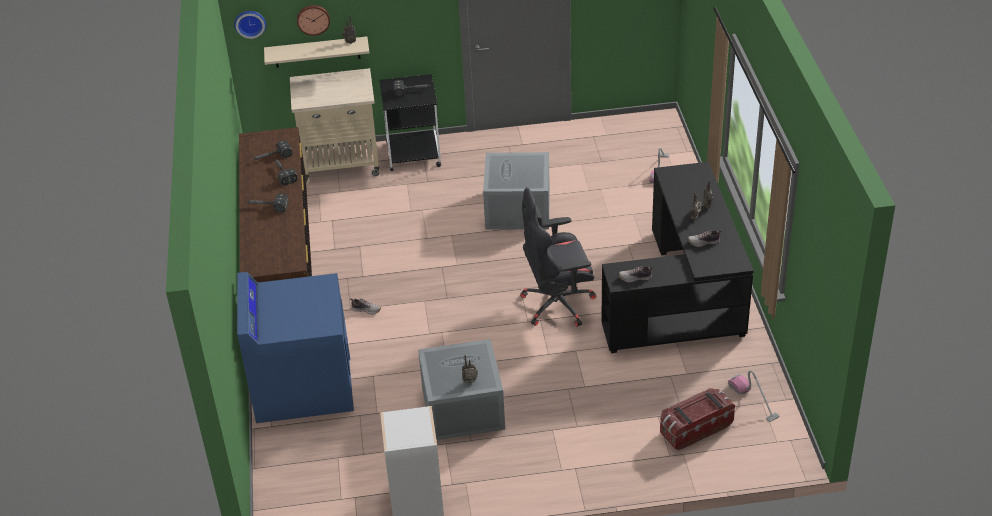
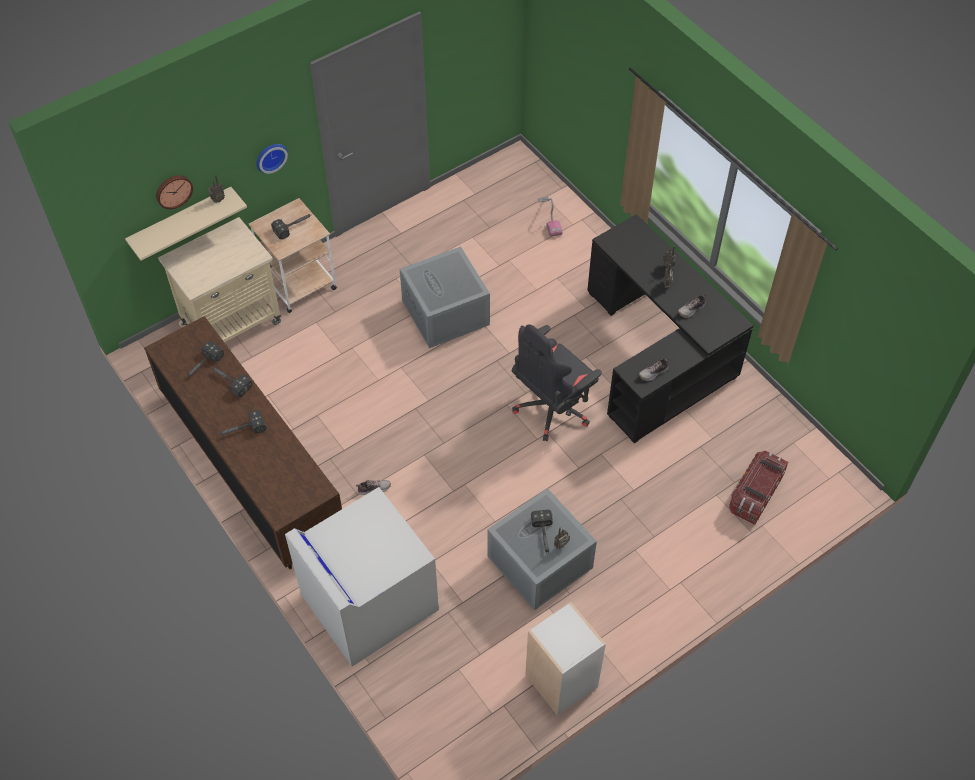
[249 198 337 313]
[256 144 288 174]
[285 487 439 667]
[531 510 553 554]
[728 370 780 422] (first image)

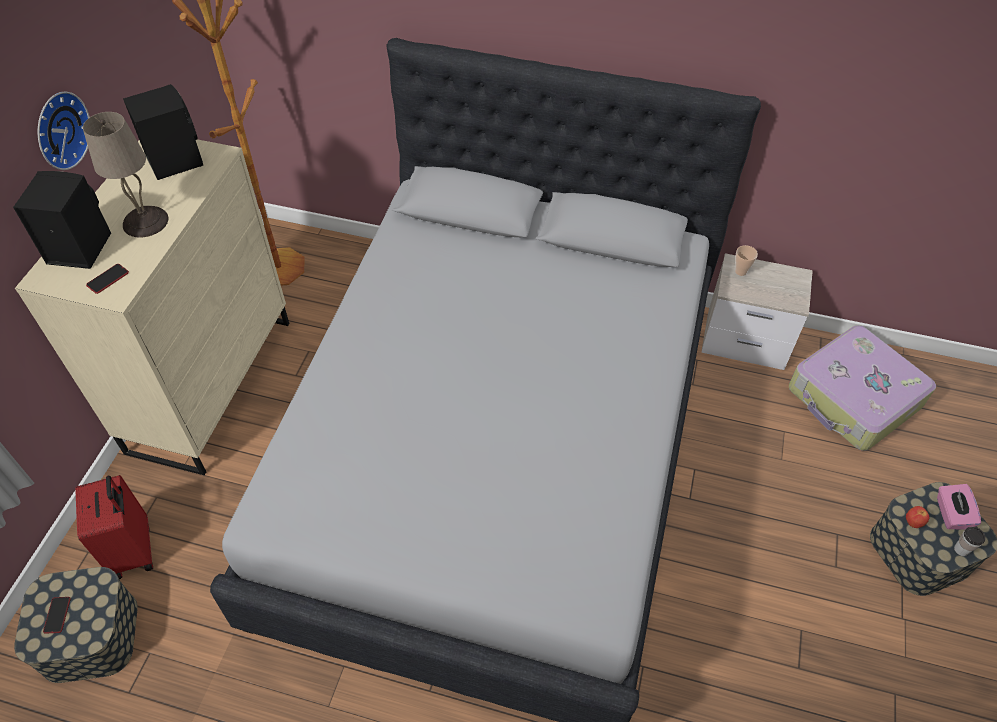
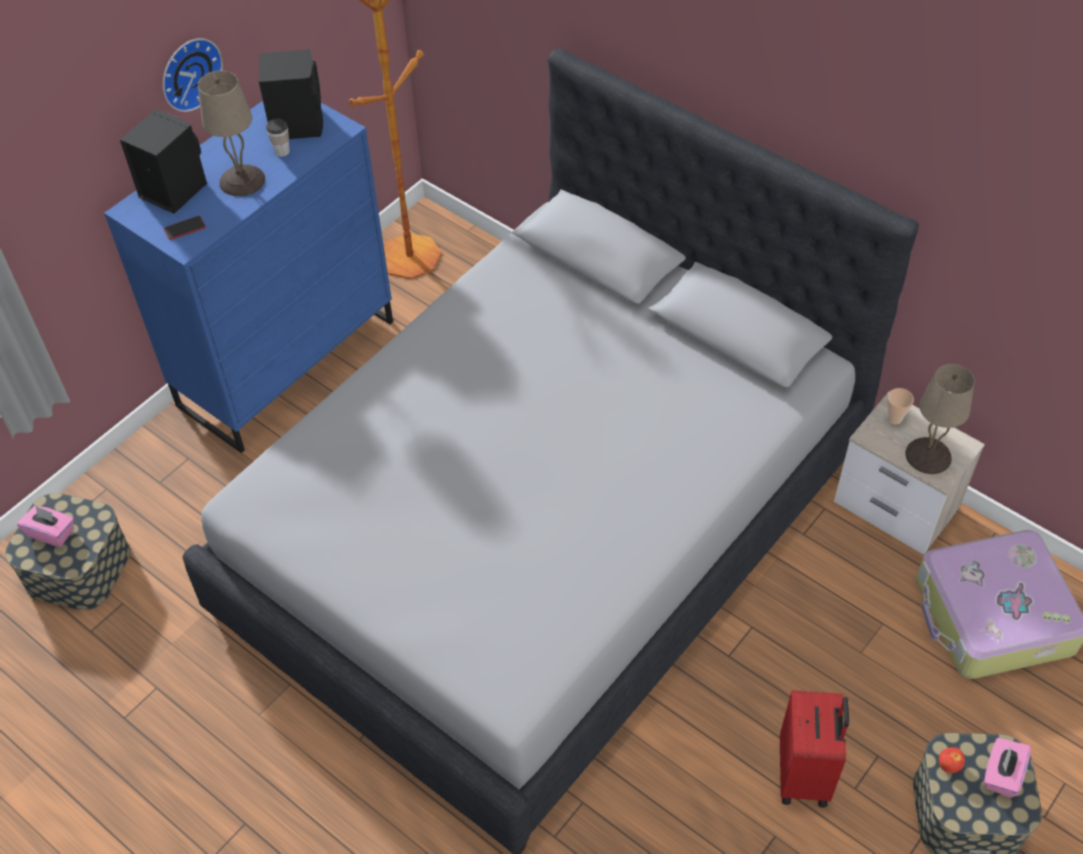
[17 506 74 547]
[104 101 393 453]
[266 119 290 157]
[780 690 849 808]
[905 364 975 474]

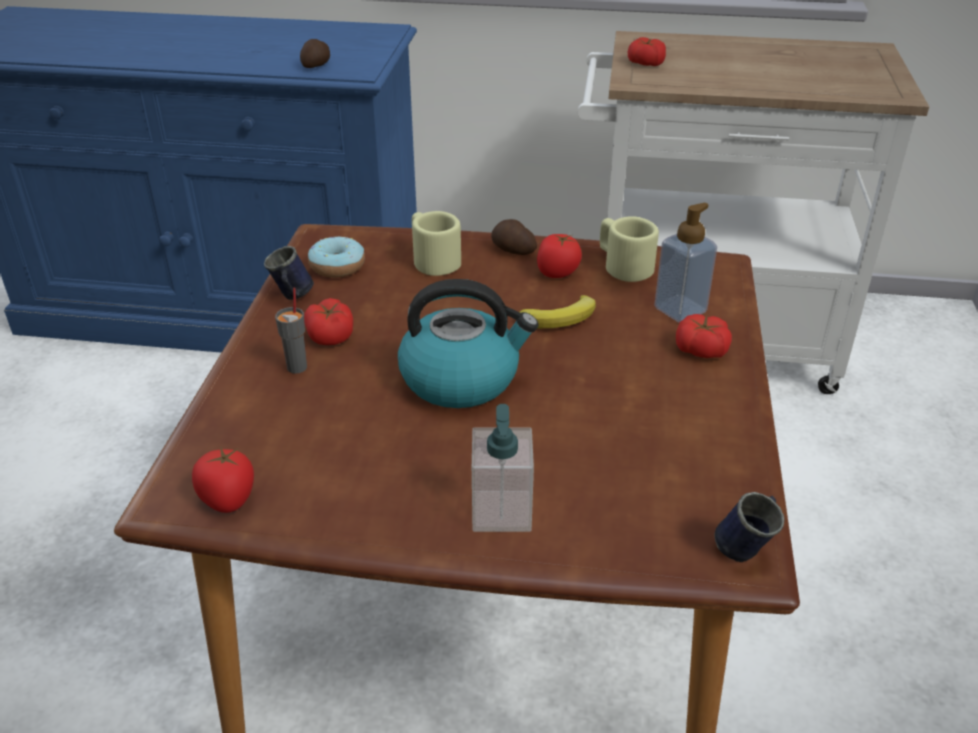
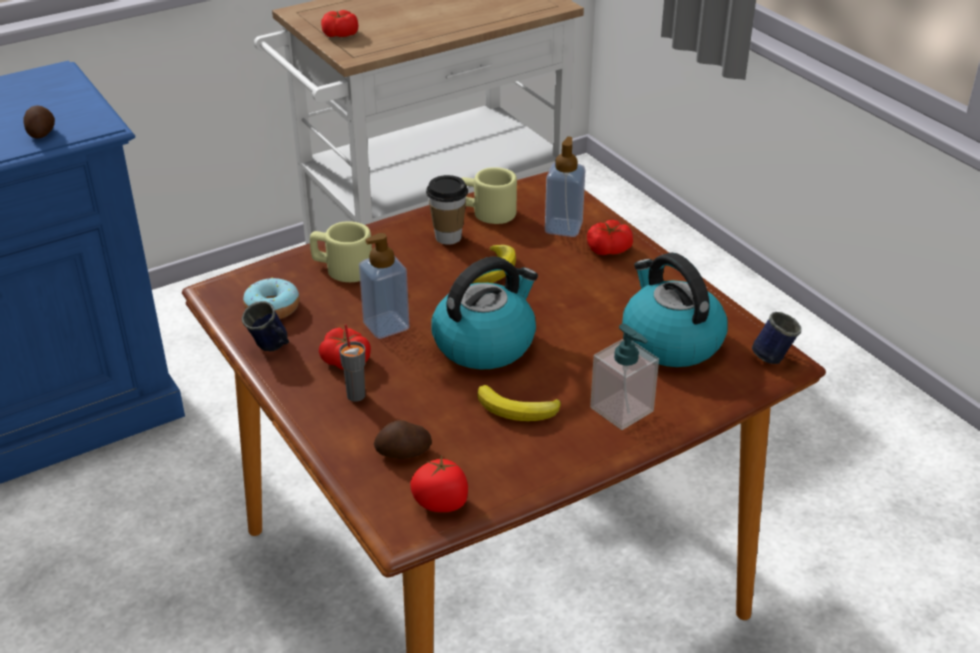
[359 233 410 339]
[374 420 432 459]
[426 175 468 245]
[478 385 561 421]
[622 253 728 367]

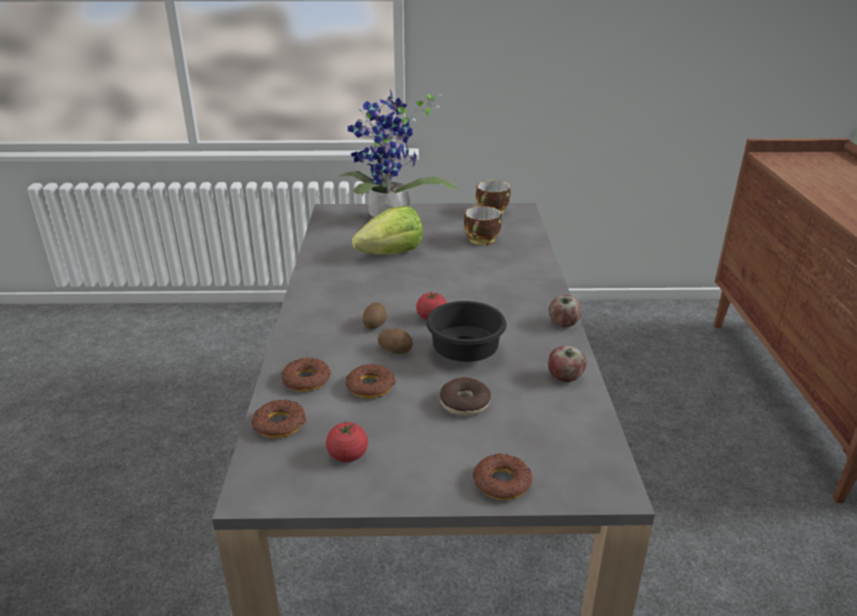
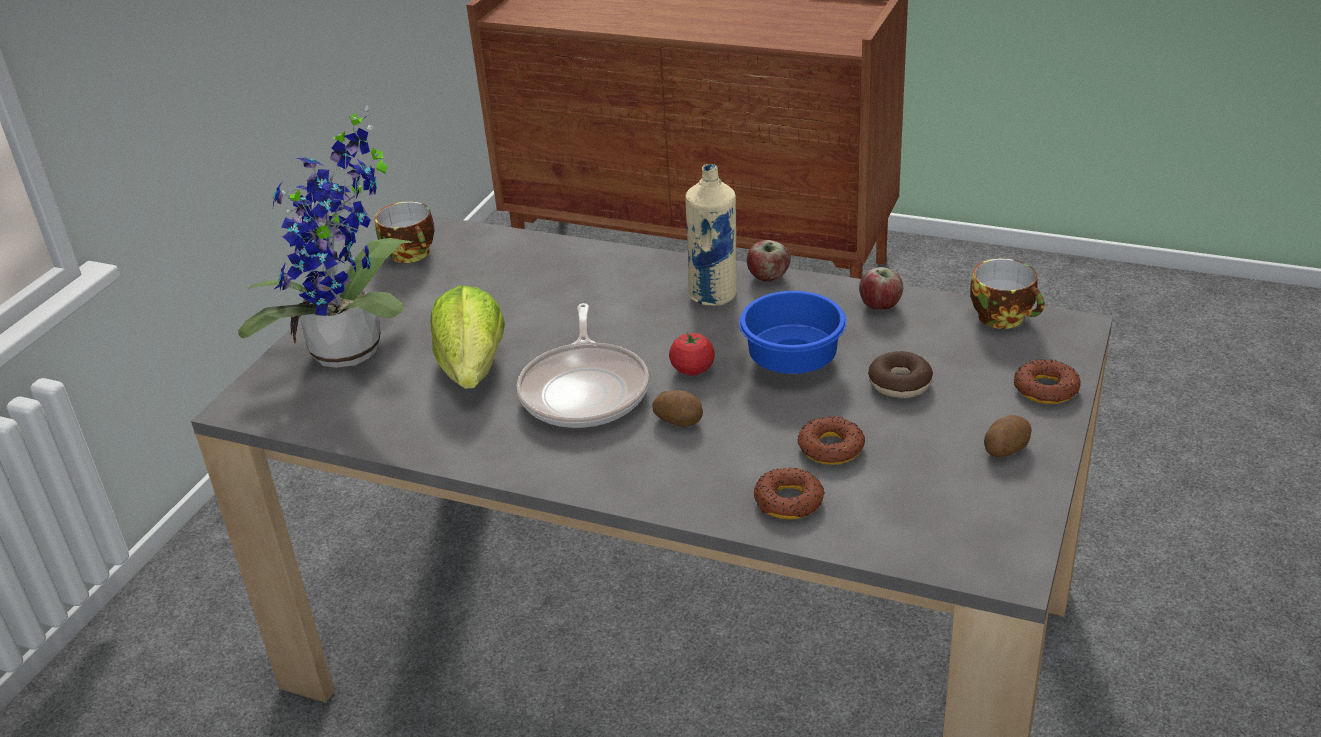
[517 303 649 428]
[685 164 737 306]
[739 291 847 374]
[970 258 1044 329]
[984 415 1031 457]
[252 399 306 438] (first image)
[326 420 368 462] (first image)

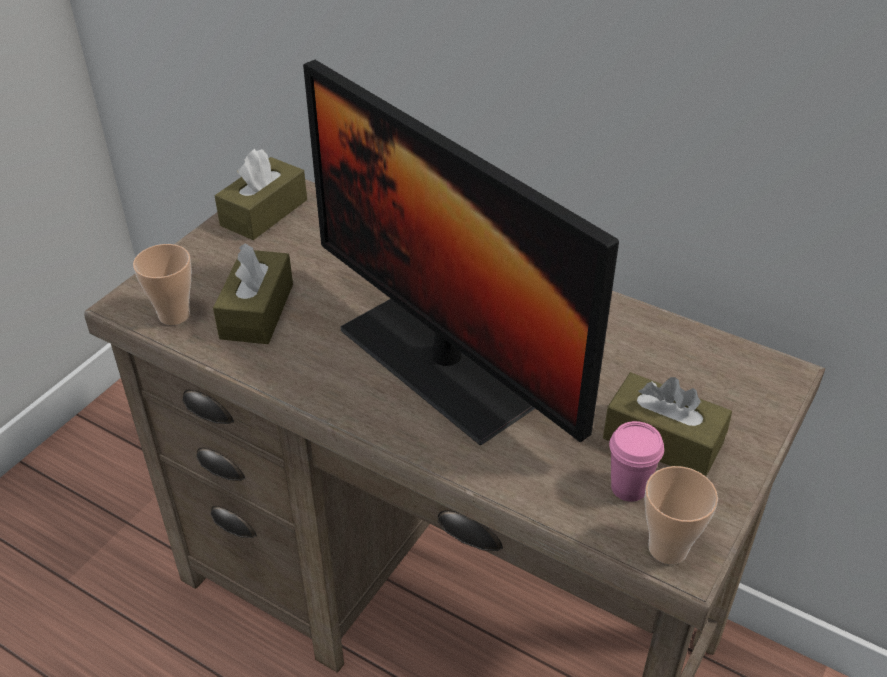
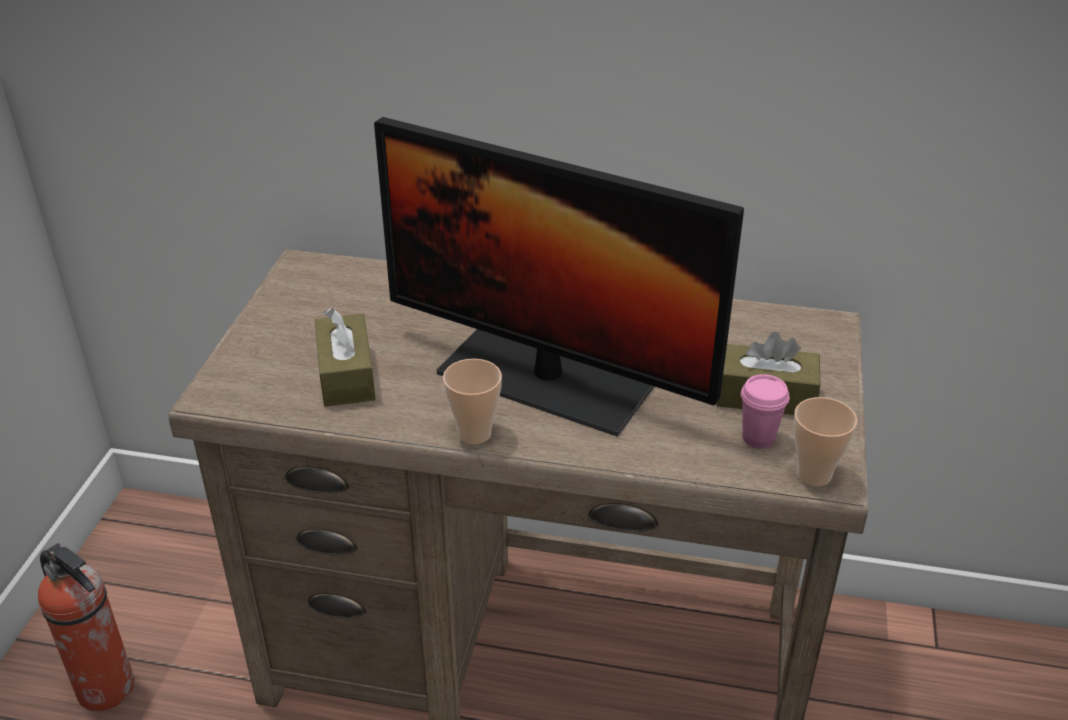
[38 543 135 711]
[443 359 502 444]
[215 149 307 240] (first image)

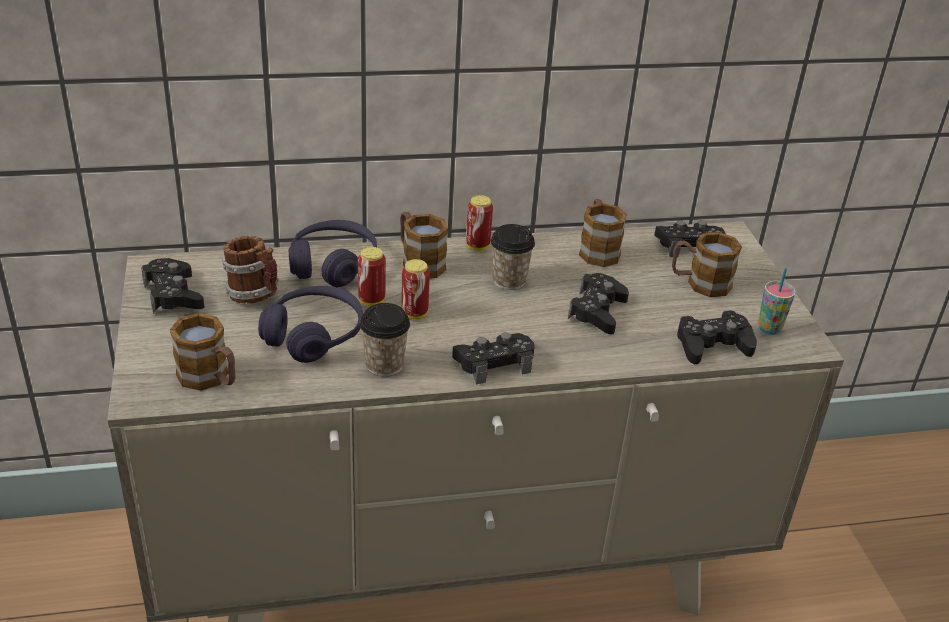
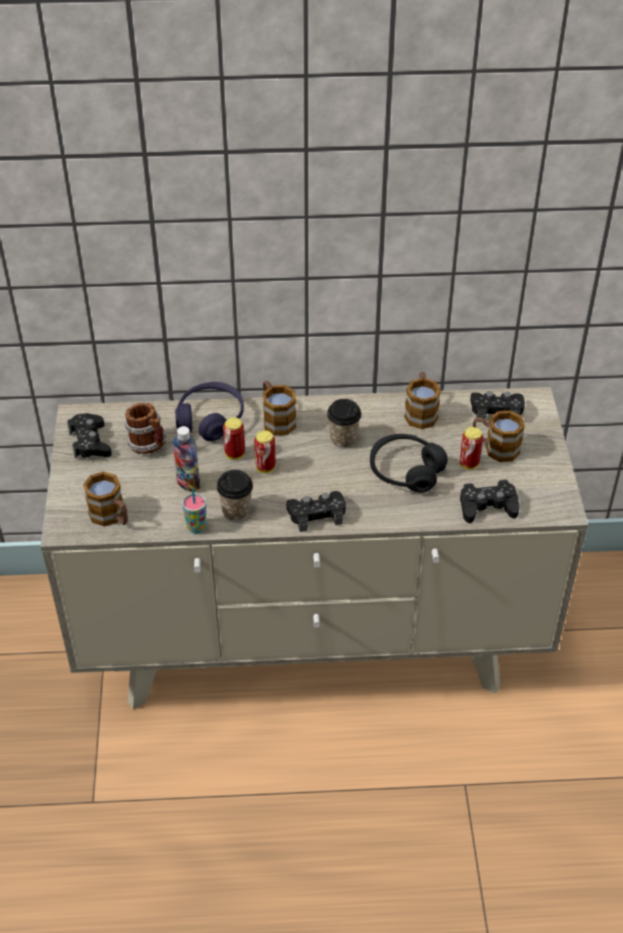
[172 426 200 492]
[182 488 206 534]
[370 434 447 493]
[459 427 483 469]

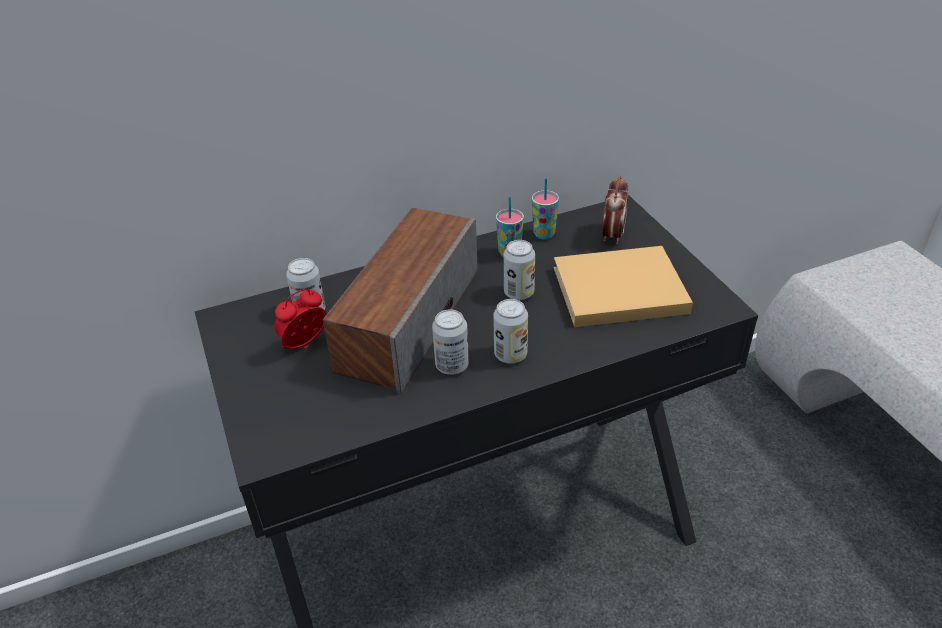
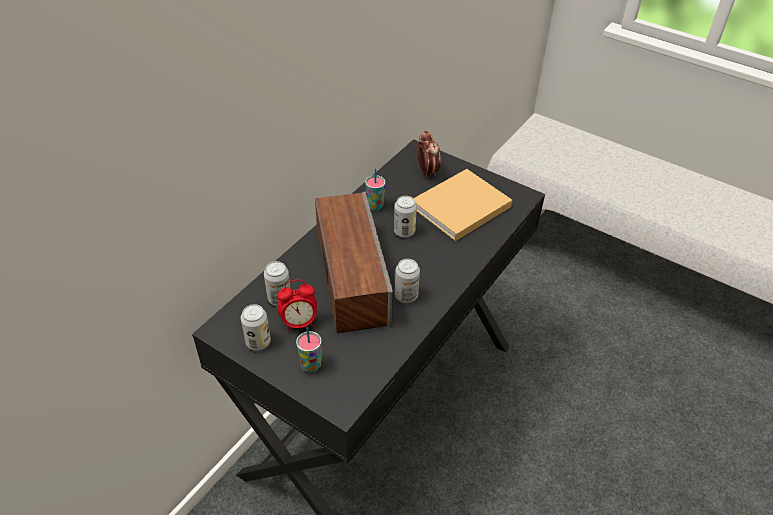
[241 304 271 351]
[277 280 317 333]
[296 327 322 373]

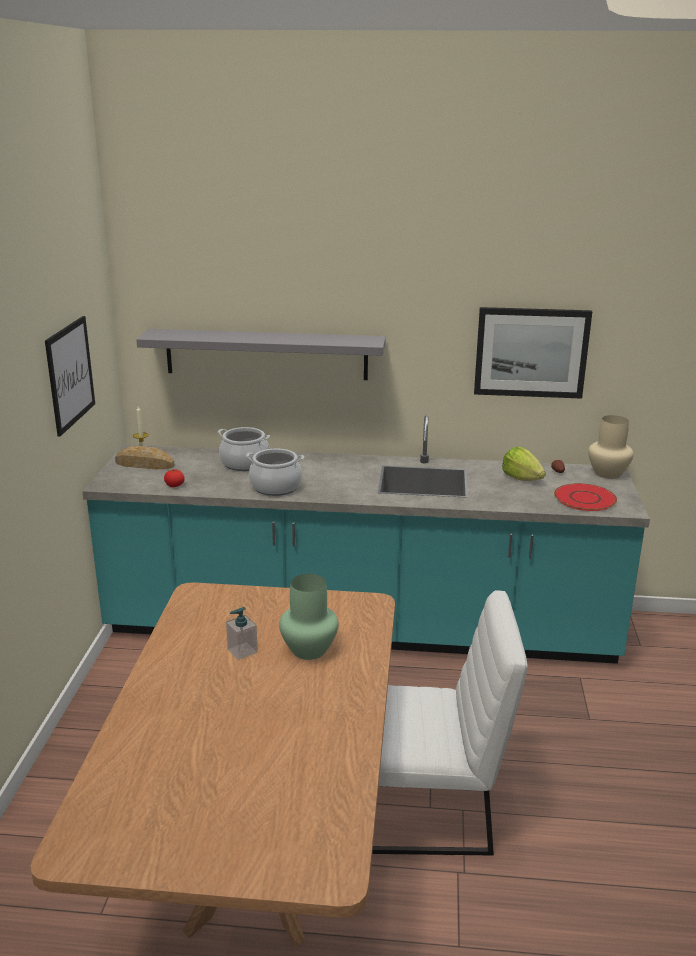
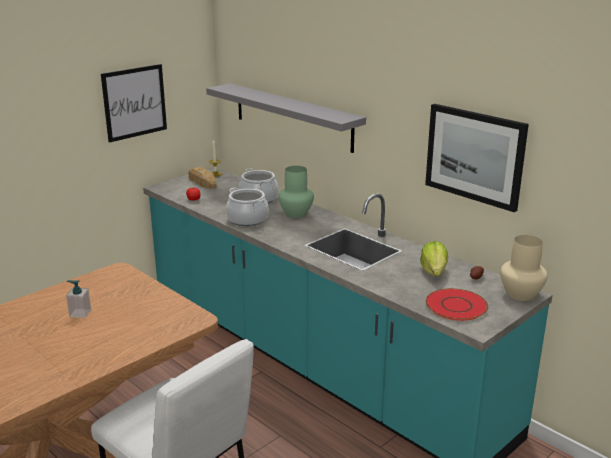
[278 166 314 218]

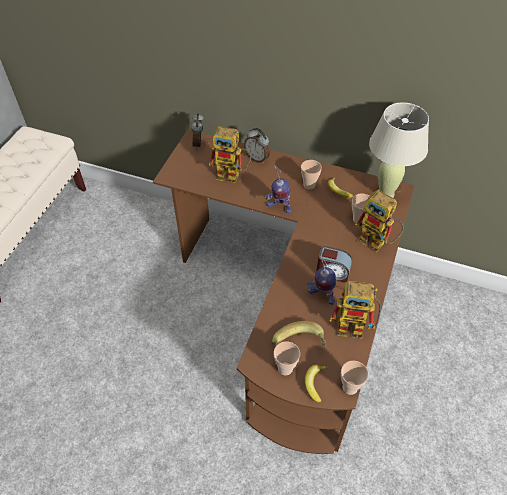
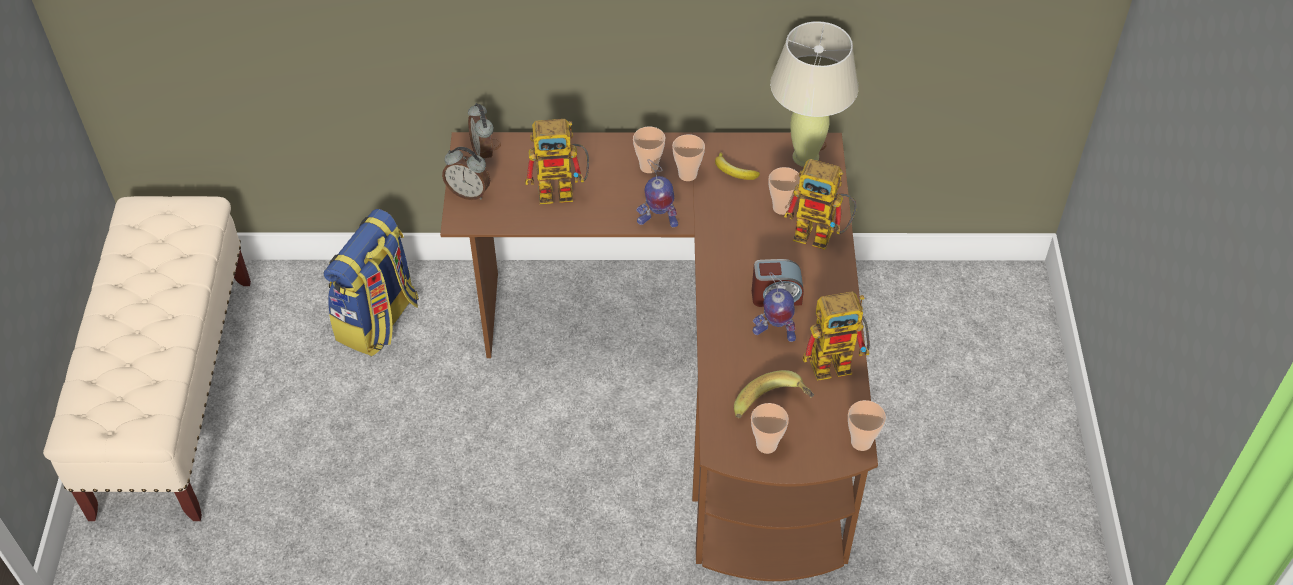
[323 209 419 357]
[442 147 490 200]
[633 126 665 173]
[304 364 328 403] (first image)

